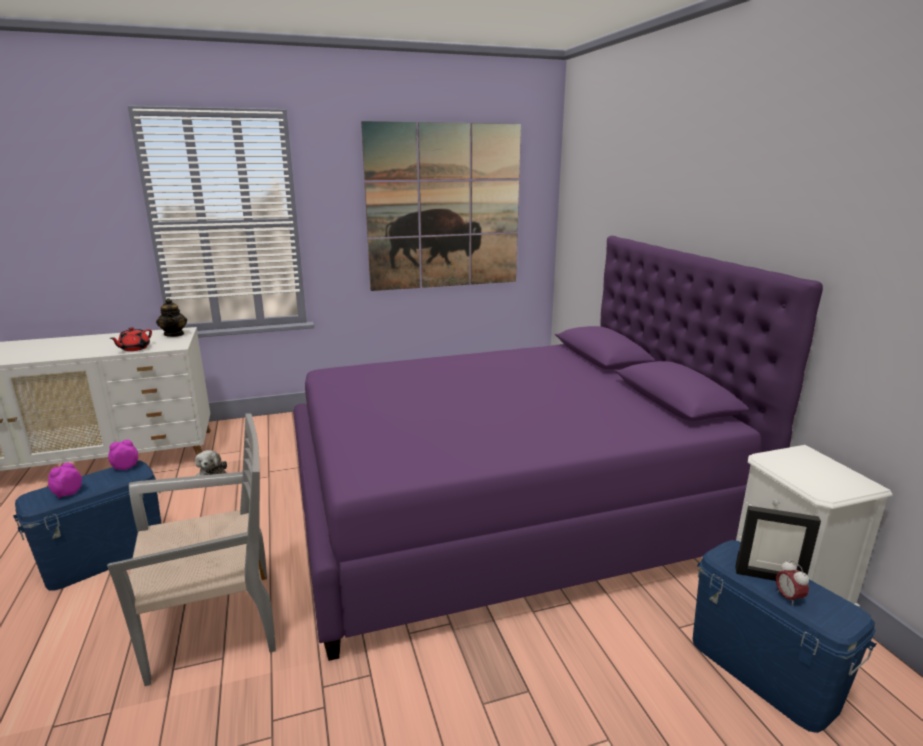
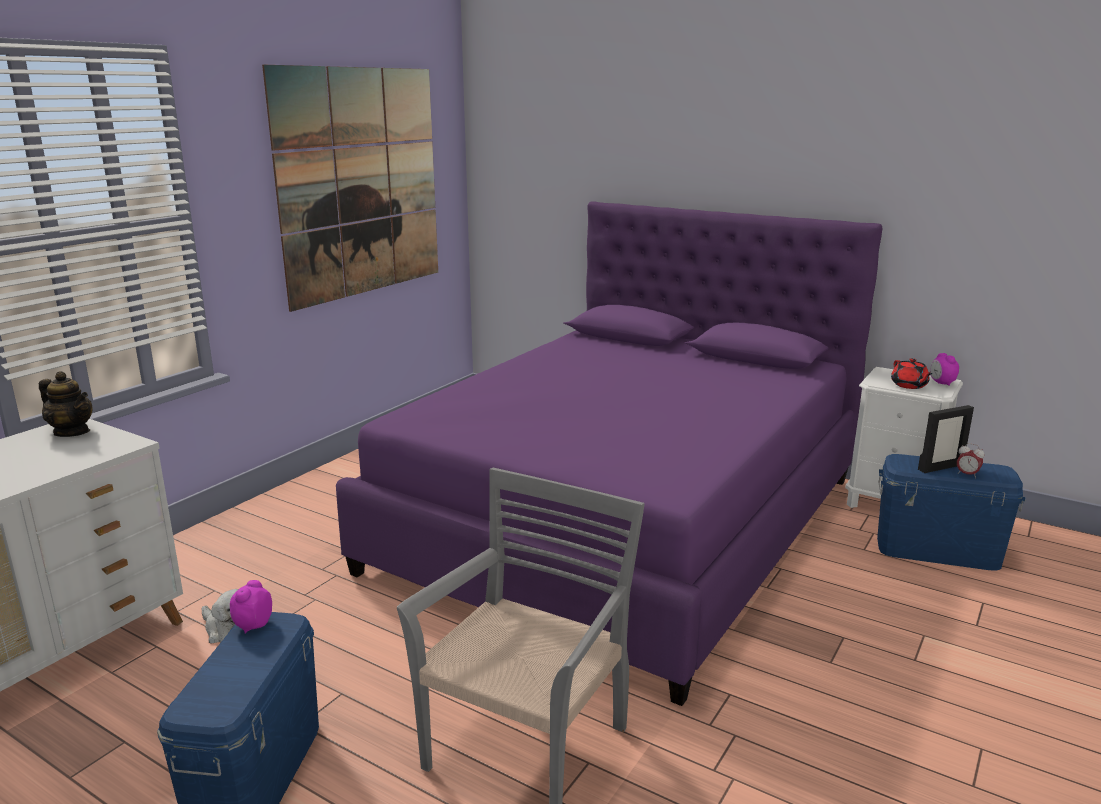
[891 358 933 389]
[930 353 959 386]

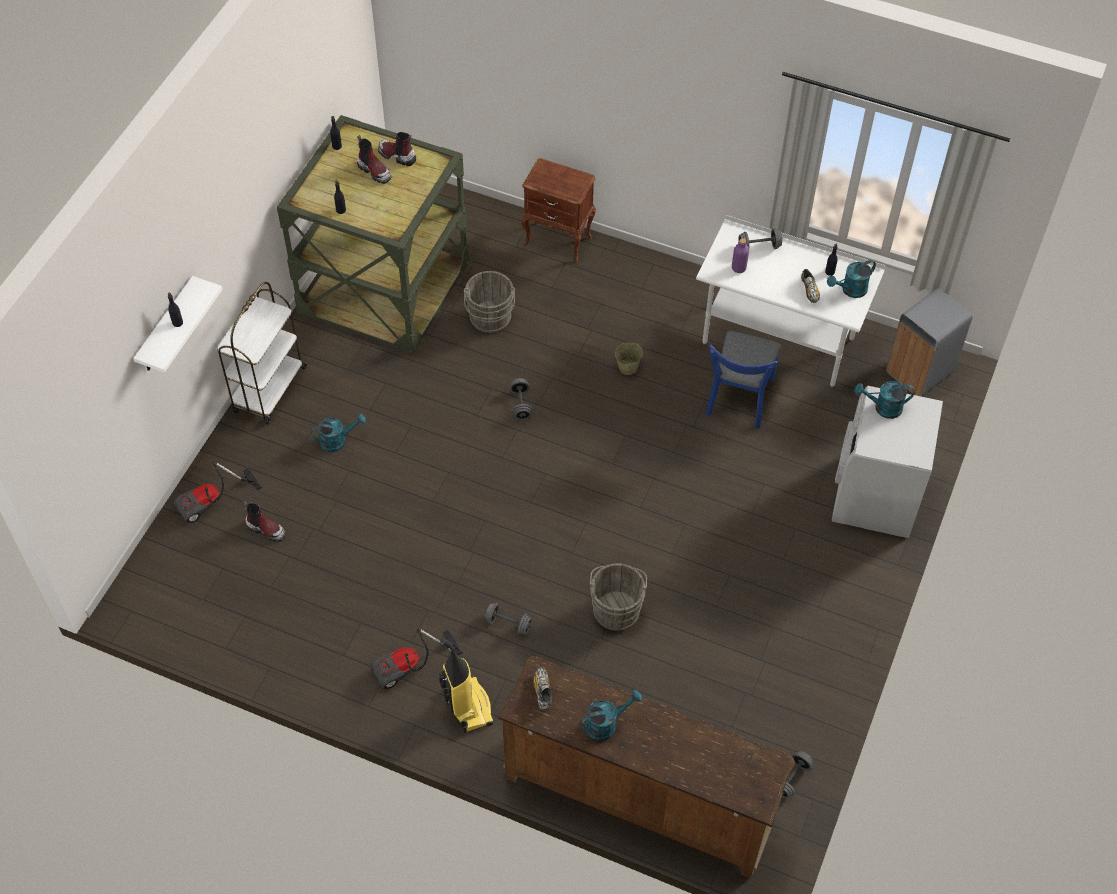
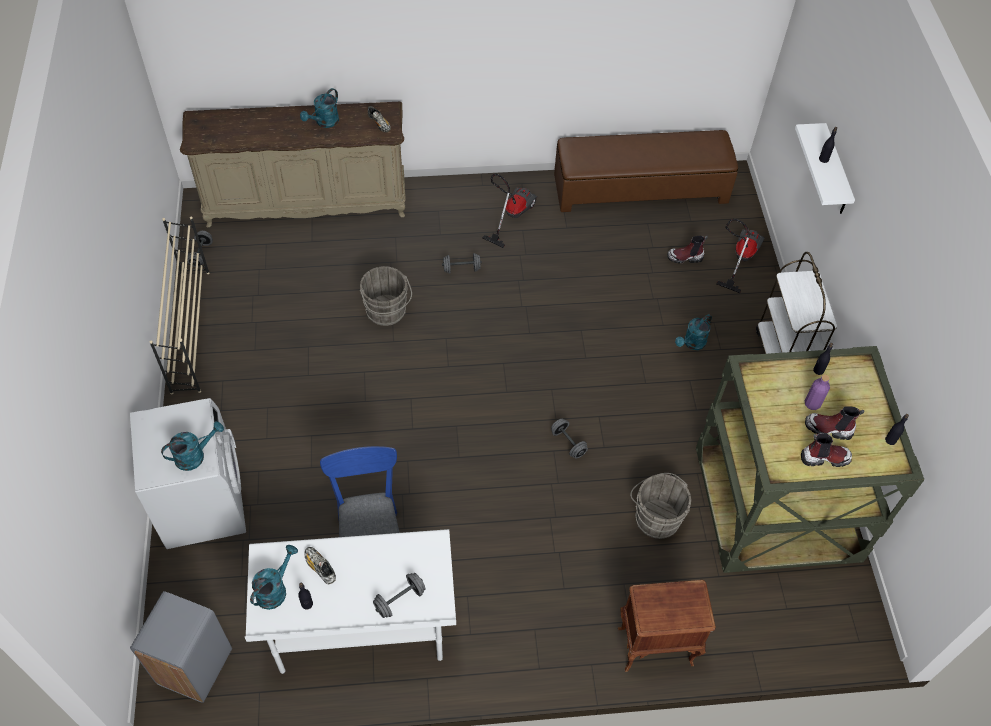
[149 216 209 395]
[554 130 738 212]
[804 375 830 410]
[439 638 494 733] (first image)
[615 343 643 375] (first image)

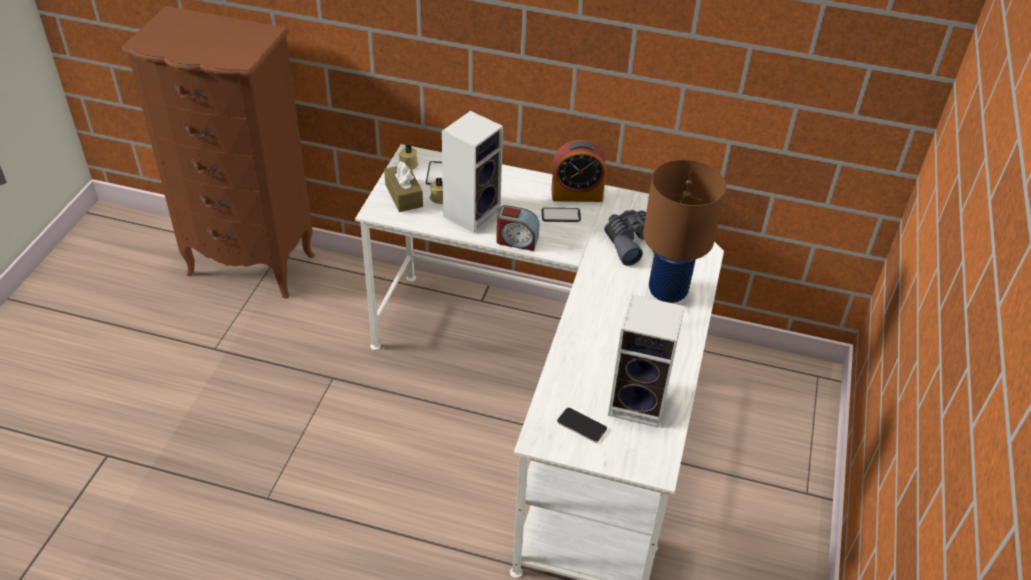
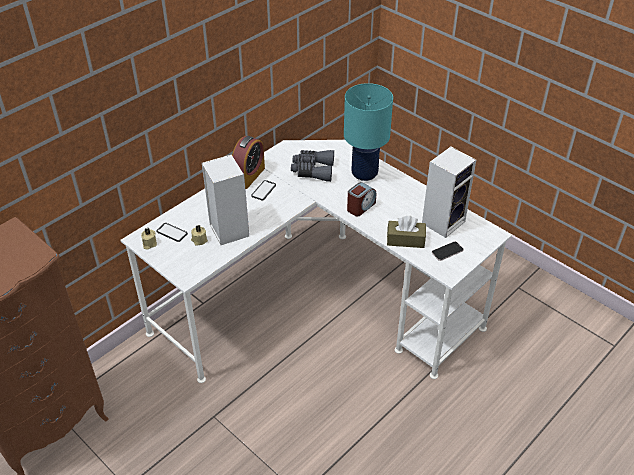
[344 83 393 181]
[347 182 376 217]
[387 216 426 248]

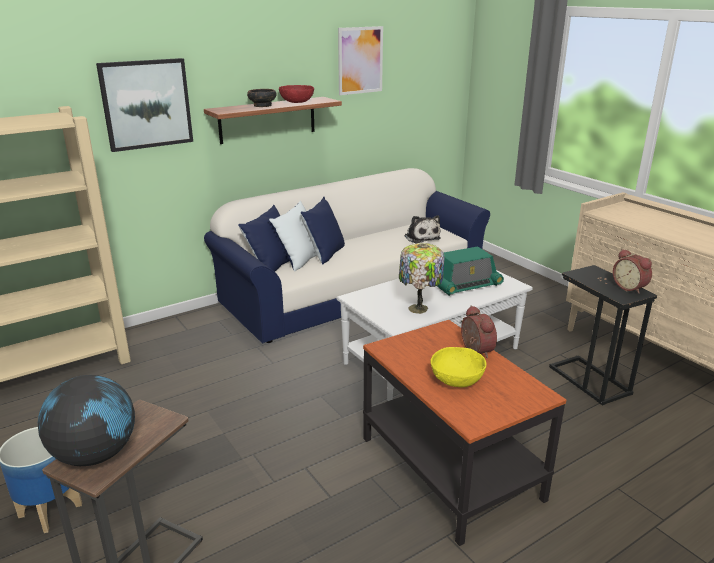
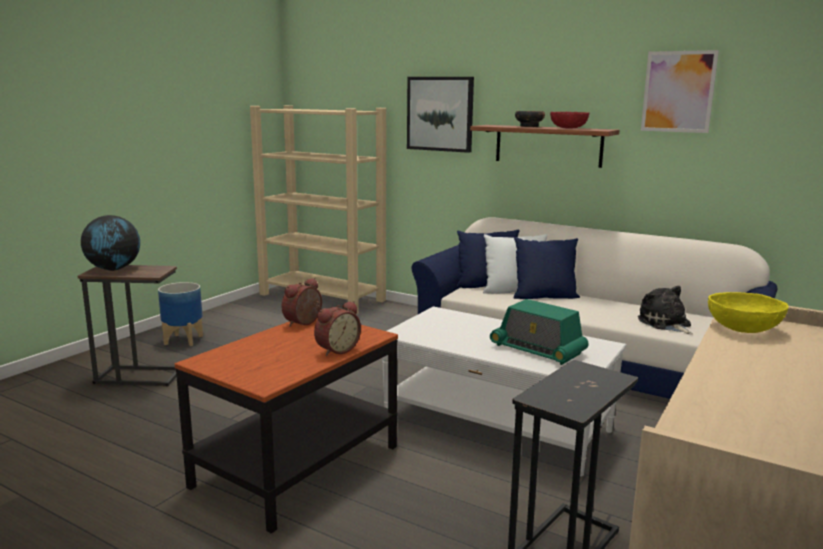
[282 278 322 327]
[638 286 693 334]
[708 292 789 333]
[399 243 445 314] (first image)

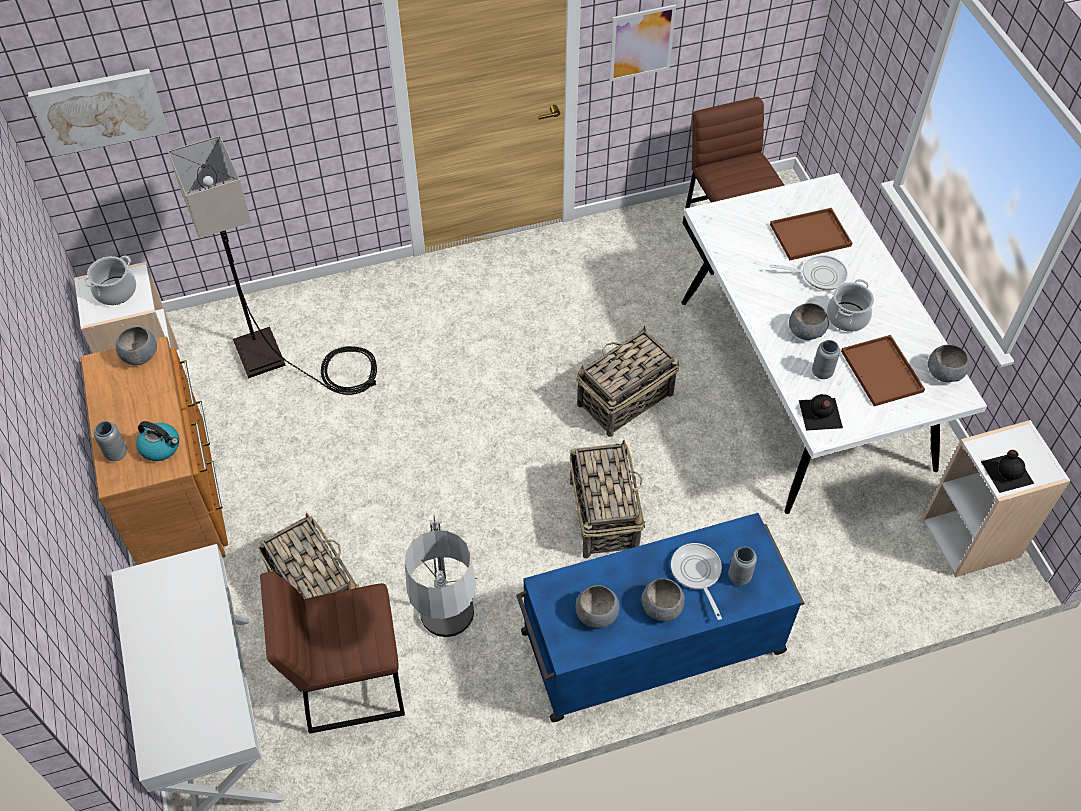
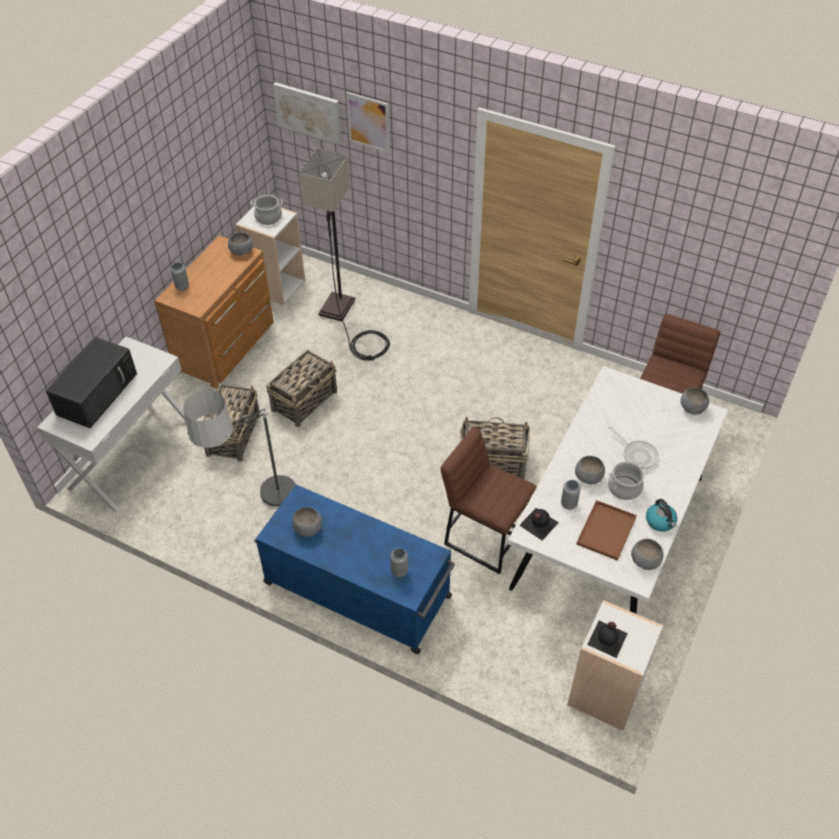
[46 337 137 428]
[266 350 337 427]
[346 92 390 153]
[440 427 537 574]
[646 499 677 531]
[680 388 709 414]
[671 543 722 620] (first image)
[770 208 852 260] (first image)

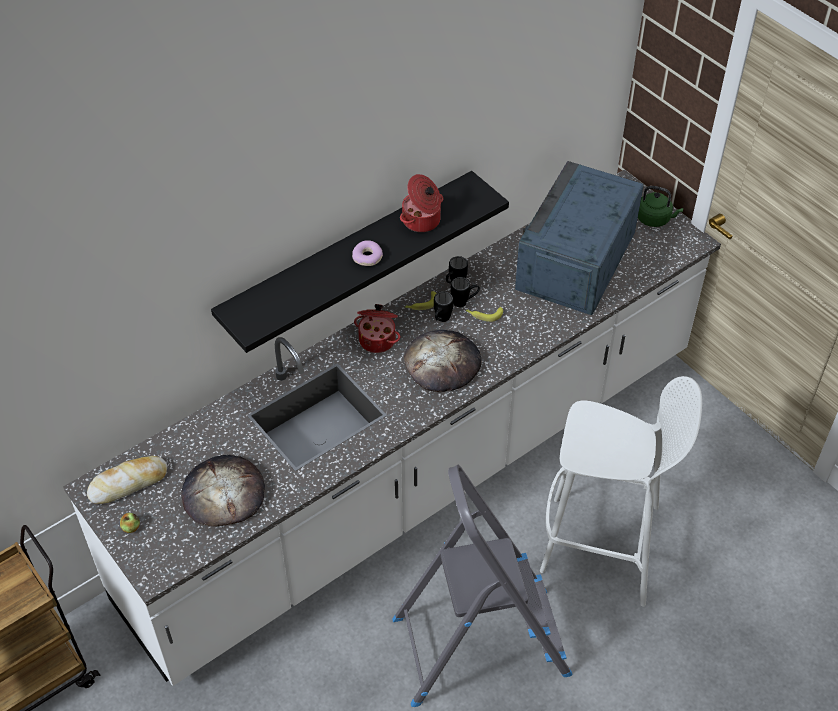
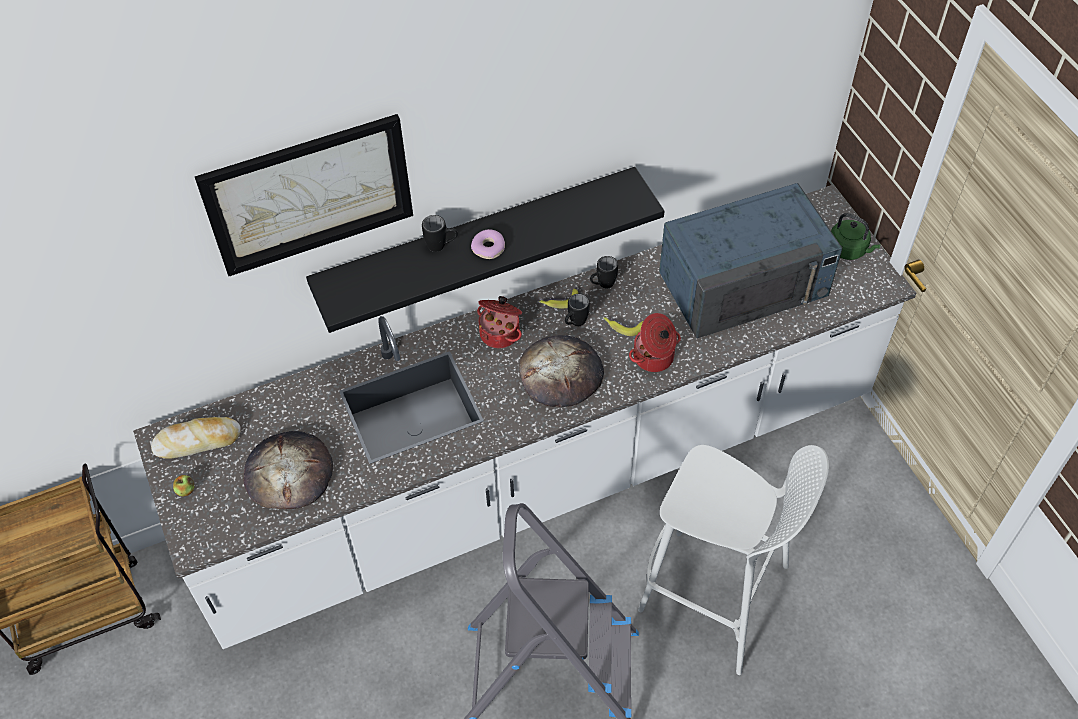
[195 114 413 276]
[422 215 458 252]
[629 313 681 372]
[659 183 842 338]

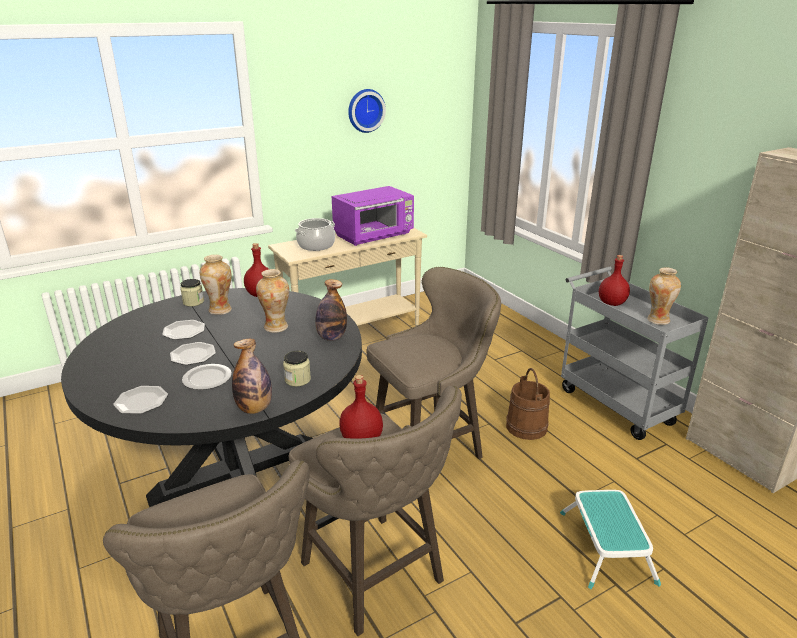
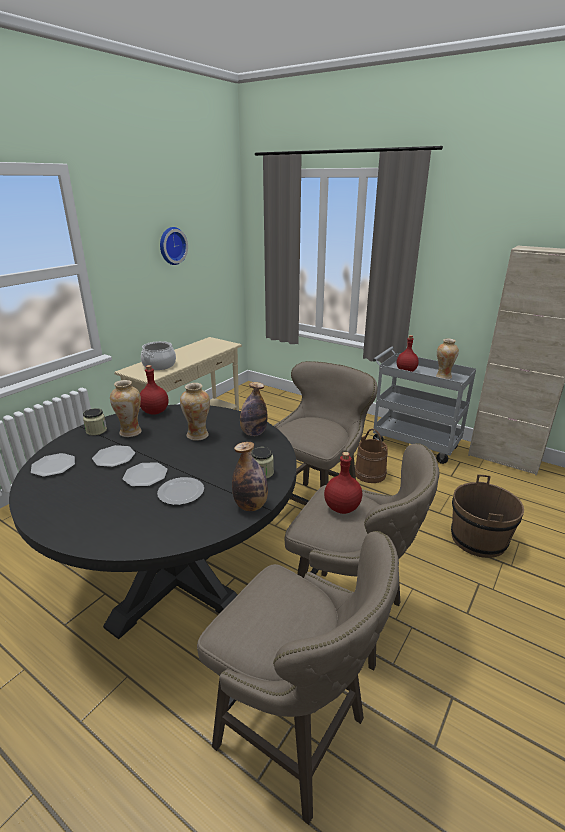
[31 453 75 477]
[451 474 524 558]
[332 186 414 246] (first image)

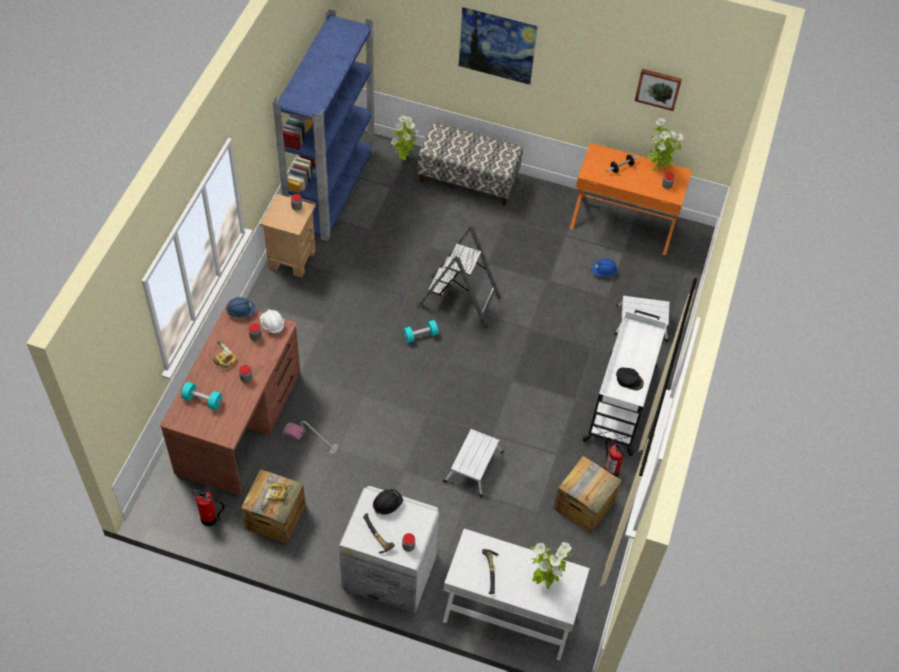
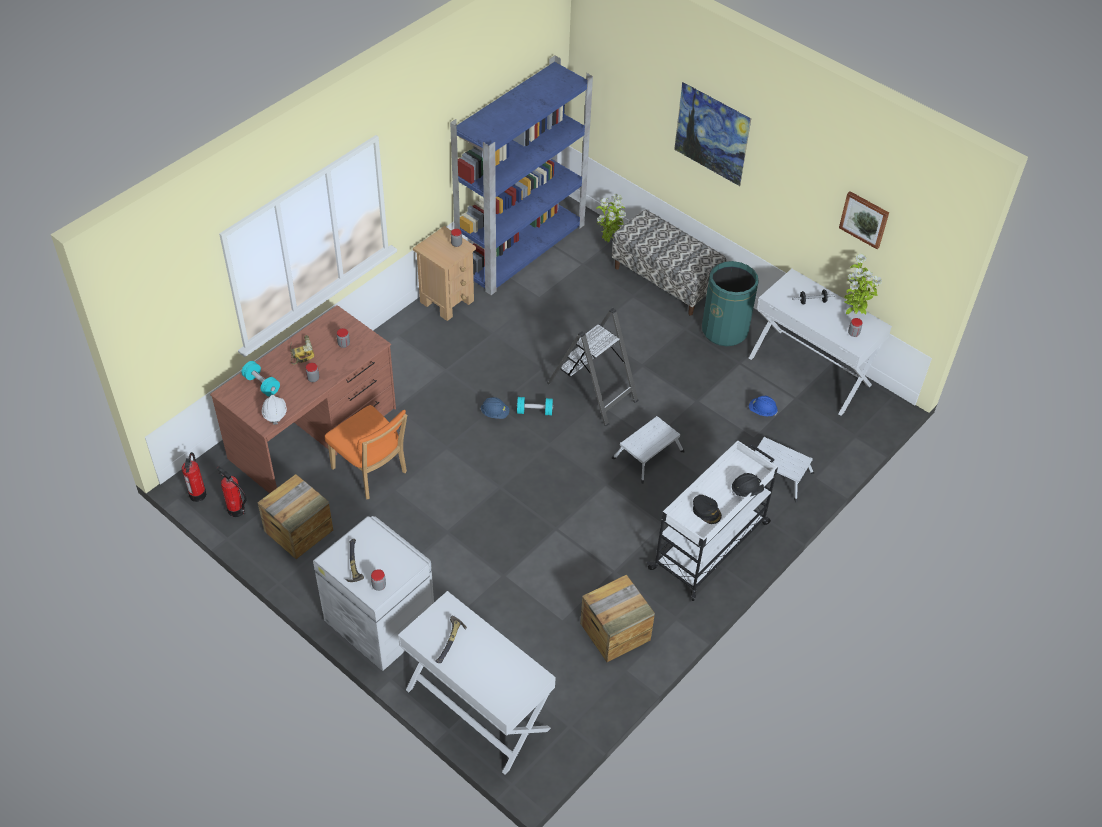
[182 452 207 502]
[262 395 287 425]
[325 405 407 500]
[480 397 510 419]
[612 416 685 484]
[702 261 759 346]
[732 473 764 497]
[749 269 892 416]
[261 483 293 511] (first image)
[531 542 572 589] (first image)

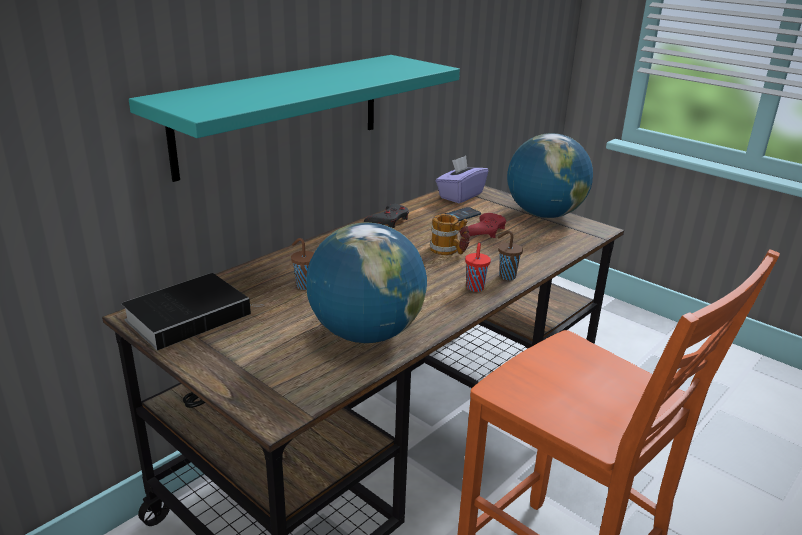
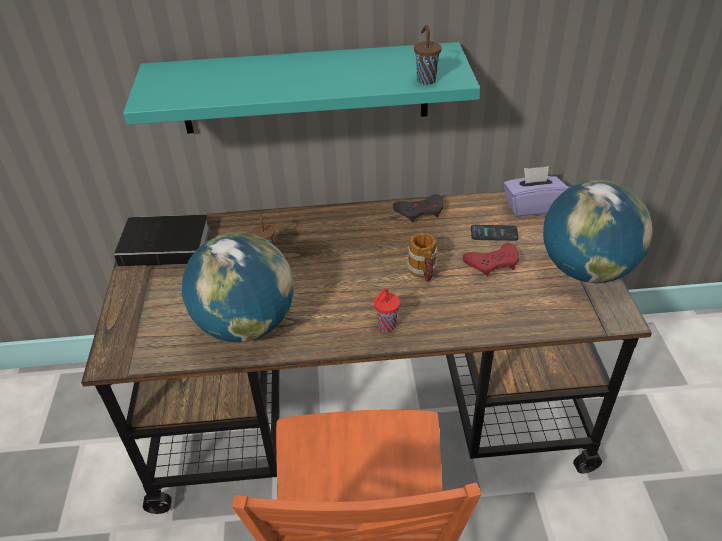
[414 25 442 85]

